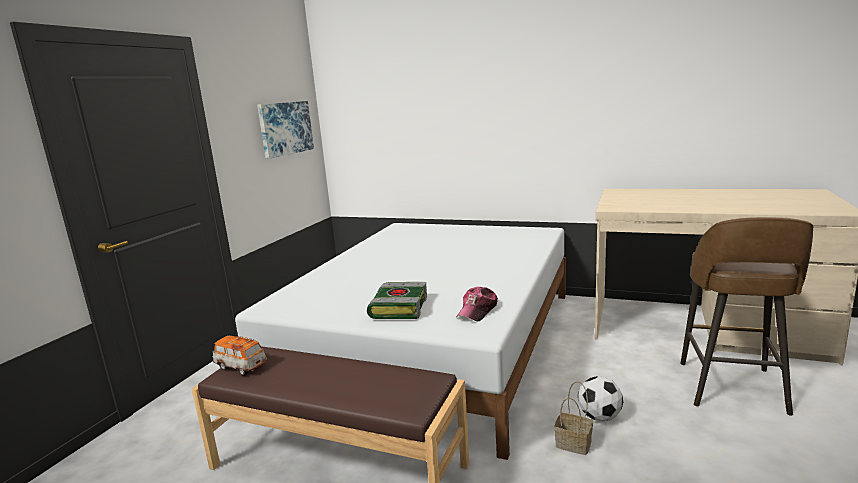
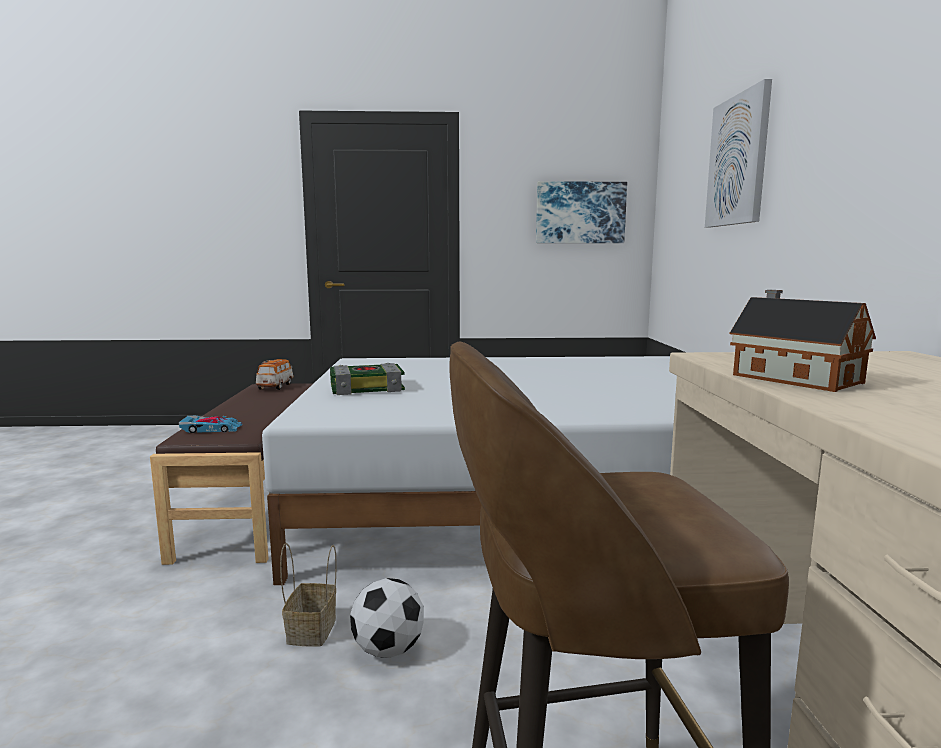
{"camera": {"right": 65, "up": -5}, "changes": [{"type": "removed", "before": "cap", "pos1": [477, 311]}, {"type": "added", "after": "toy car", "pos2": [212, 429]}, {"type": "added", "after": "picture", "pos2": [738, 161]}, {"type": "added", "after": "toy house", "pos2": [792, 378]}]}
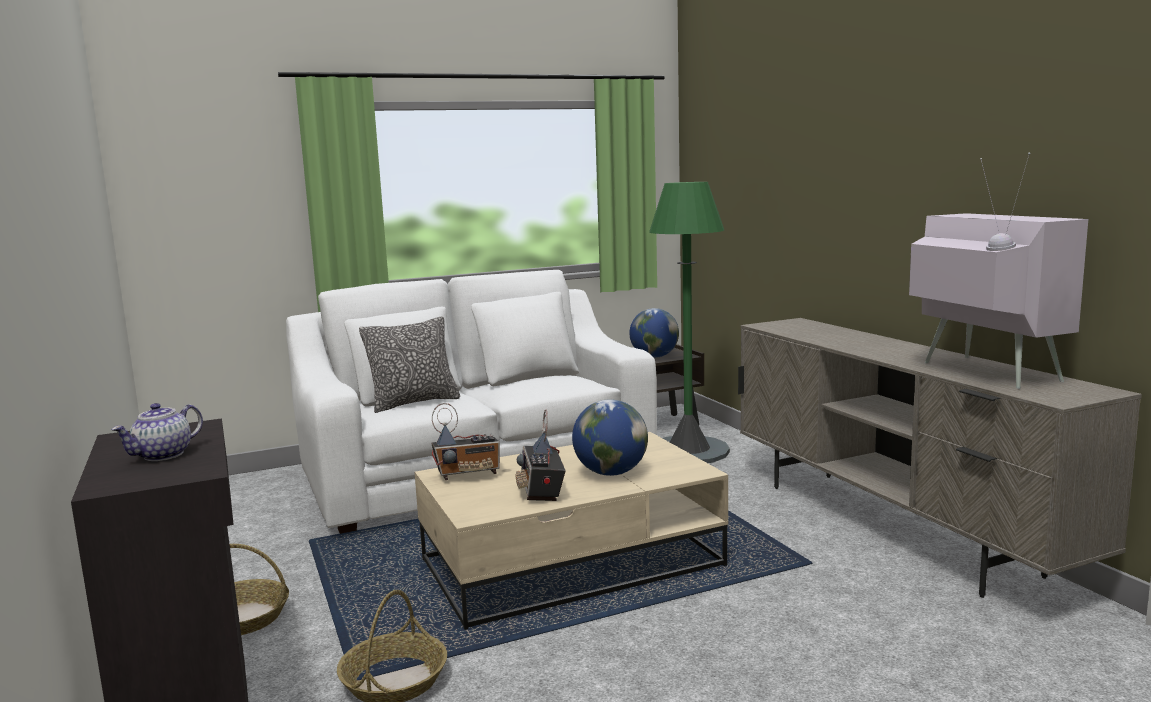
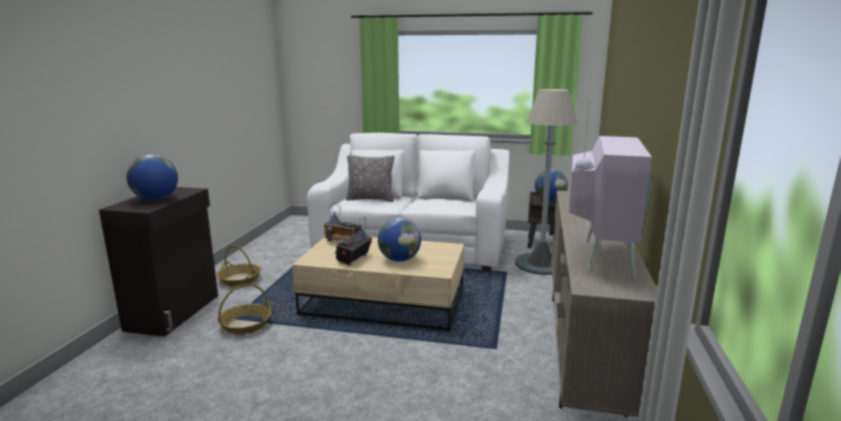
{"camera": {"right": 35, "up": 5}, "changes": [{"type": "replaced", "before": "teapot", "after": "globe", "pos1": [163, 455], "pos2": [156, 199]}, {"type": "recoloured", "before": "green floor lamp", "after": "grey floor lamp", "pos1": [688, 451], "pos2": [541, 264]}]}
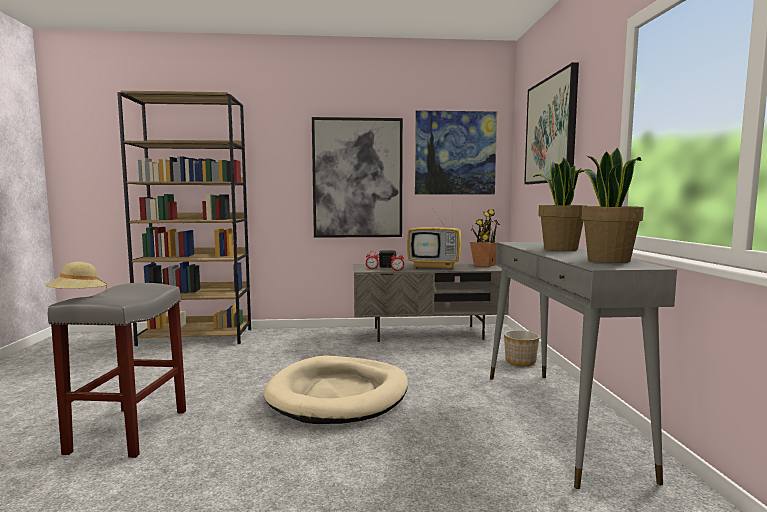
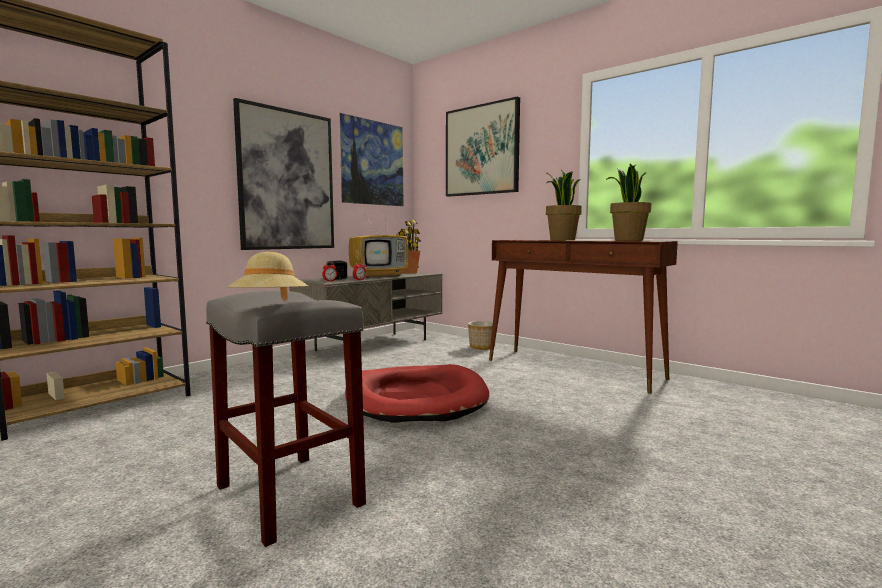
{"camera": {"right": -45, "up": 0}, "changes": [{"type": "recoloured", "before": "beige dog bed", "after": "red dog bed", "pos1": [339, 394], "pos2": [416, 399]}, {"type": "recoloured", "before": "grey console table", "after": "brown console table", "pos1": [557, 420], "pos2": [573, 369]}]}
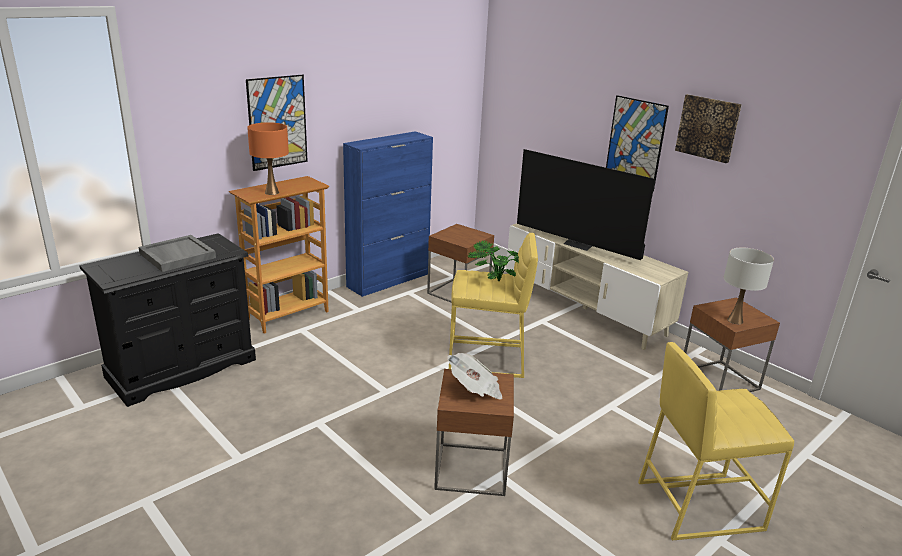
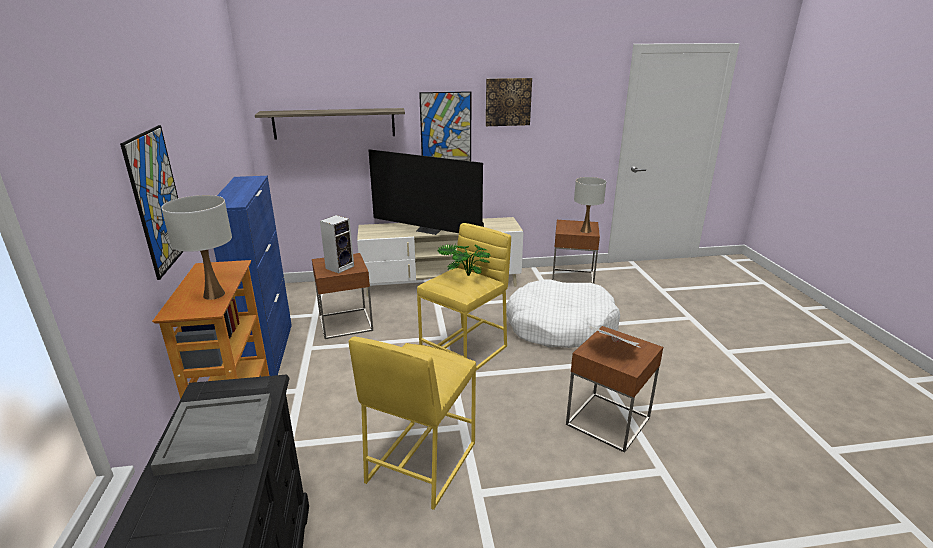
{"camera": {"right": -55, "up": 0}, "changes": [{"type": "added", "after": "shelf", "pos2": [334, 123]}, {"type": "added", "after": "speaker", "pos2": [340, 267]}, {"type": "added", "after": "white dog bed", "pos2": [560, 326]}, {"type": "moved", "before": "yellow stool", "pos1": [698, 504], "pos2": [420, 462]}, {"type": "recoloured", "before": "orange table lamp", "after": "white table lamp", "pos1": [272, 192], "pos2": [214, 294]}, {"type": "turned", "before": "television", "pos1": [579, 244], "pos2": [430, 230], "turn": 45}]}
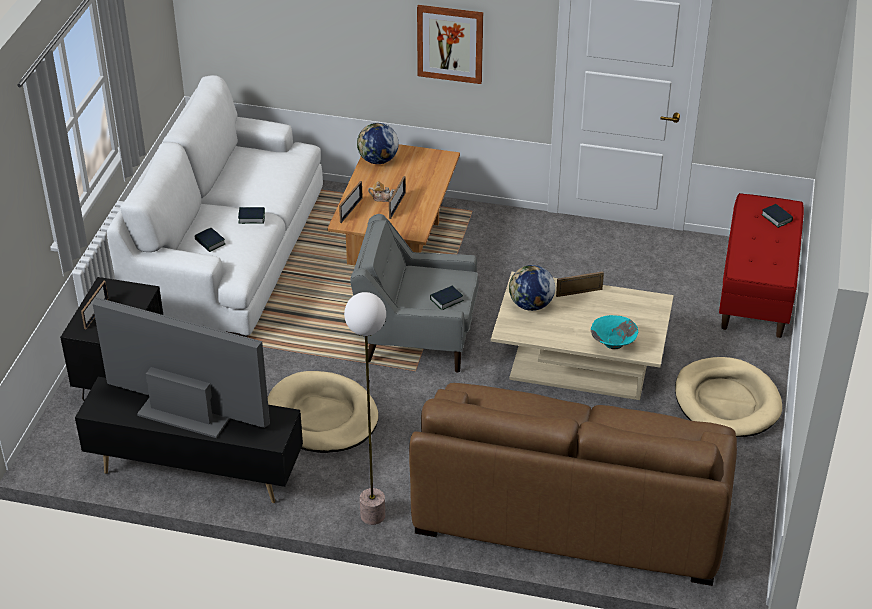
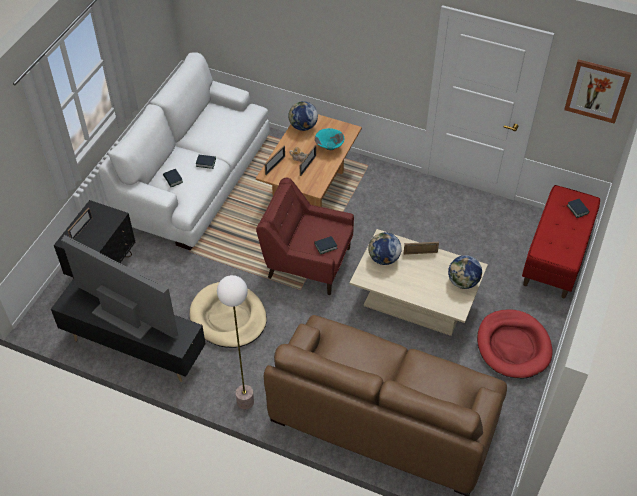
{"camera": {"right": 10, "up": 10}, "changes": [{"type": "added", "after": "globe", "pos2": [463, 282]}, {"type": "moved", "before": "picture", "pos1": [450, 43], "pos2": [597, 90]}, {"type": "moved", "before": "turquoise bowl", "pos1": [613, 344], "pos2": [329, 147]}, {"type": "recoloured", "before": "grey armchair", "after": "red armchair", "pos1": [417, 337], "pos2": [307, 262]}, {"type": "recoloured", "before": "beige dog bed", "after": "red dog bed", "pos1": [726, 401], "pos2": [513, 346]}]}
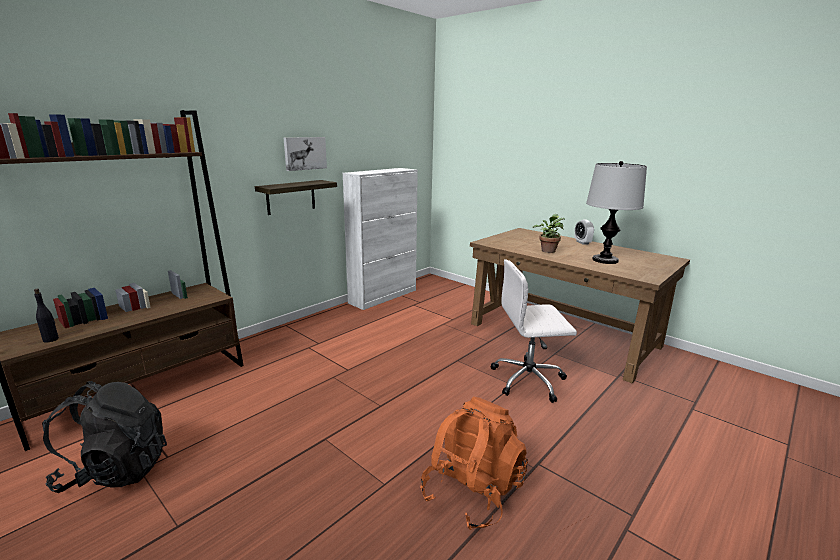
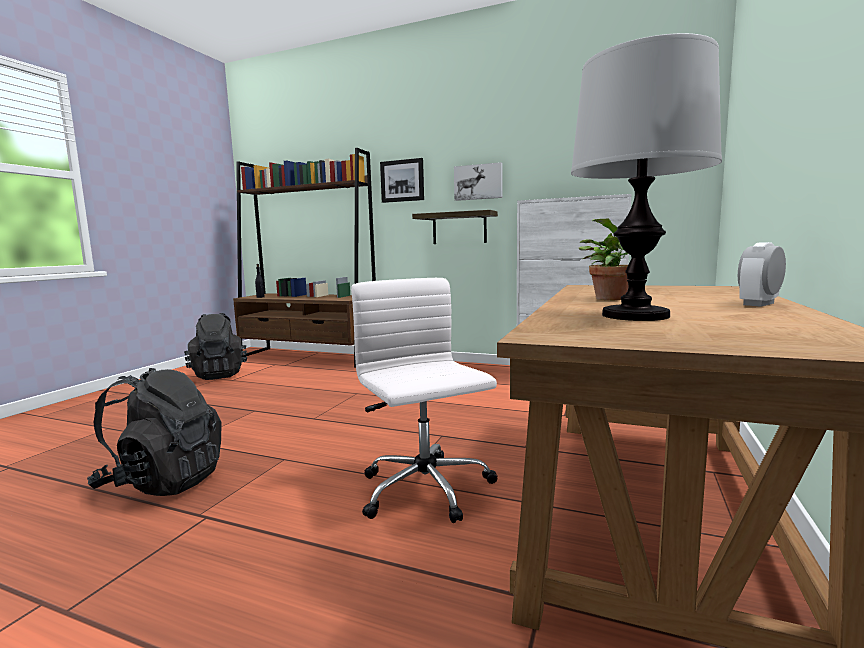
{"camera": {"right": 70, "up": -10}, "changes": [{"type": "added", "after": "picture", "pos2": [402, 181]}, {"type": "recoloured", "before": "orange backpack", "after": "black backpack", "pos1": [472, 492], "pos2": [163, 482]}]}
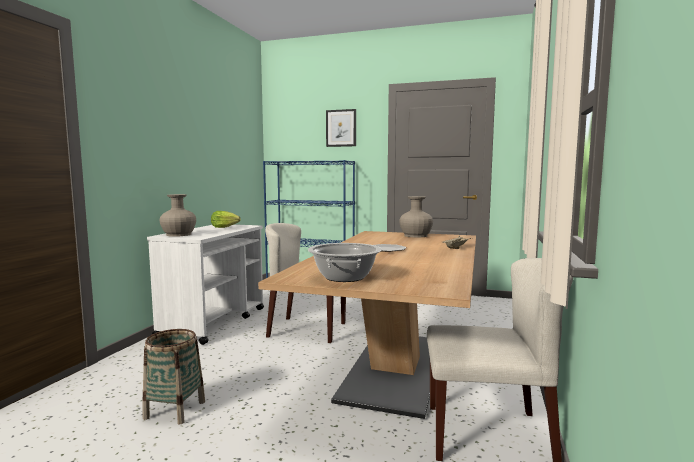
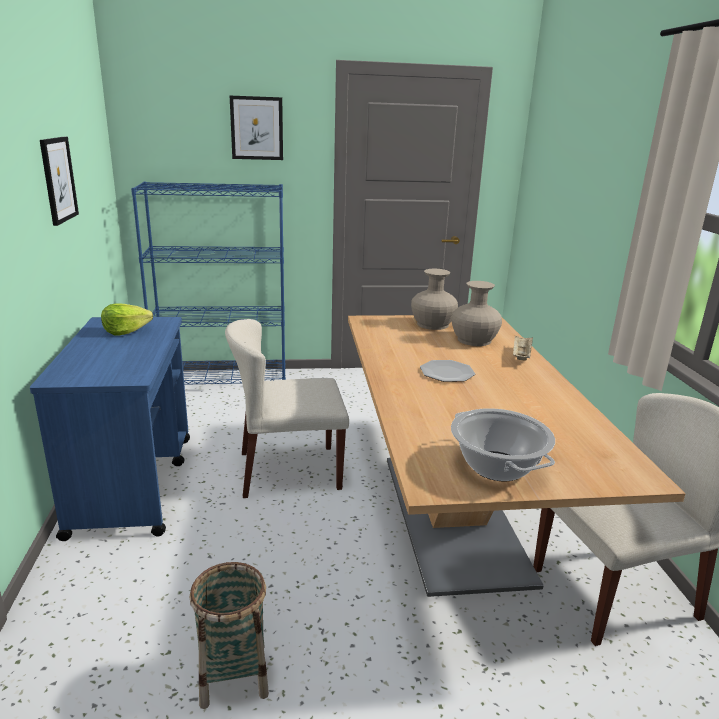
{"camera": {"right": -25, "up": 15}, "changes": [{"type": "added", "after": "picture", "pos2": [58, 179]}, {"type": "moved", "before": "beige vase", "pos1": [179, 234], "pos2": [474, 340]}, {"type": "recoloured", "before": "white cart", "after": "blue cart", "pos1": [214, 322], "pos2": [133, 483]}]}
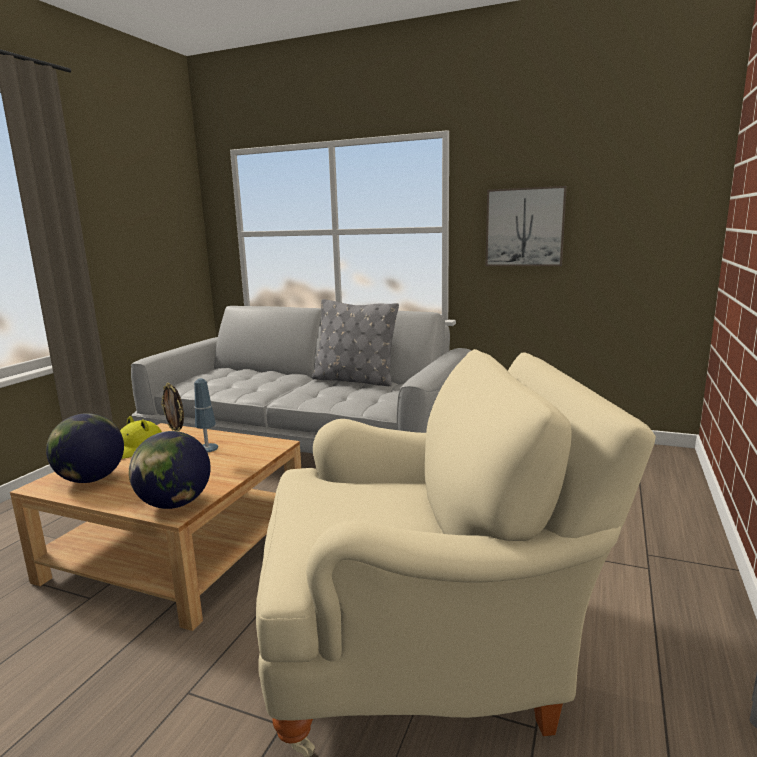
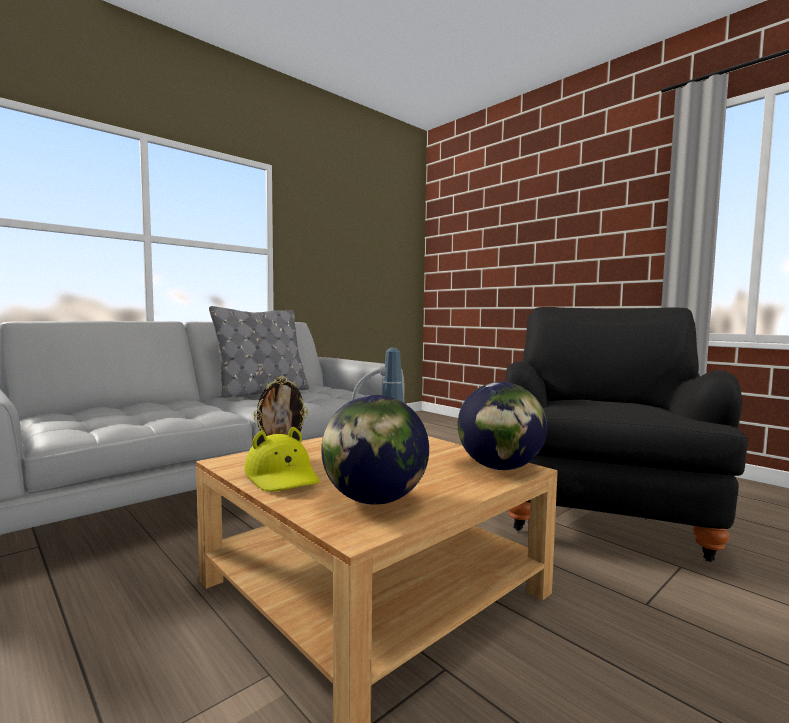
{"camera": {"right": -65, "up": -10}, "changes": [{"type": "removed", "before": "picture", "pos1": [524, 227]}, {"type": "recoloured", "before": "beige armchair", "after": "black armchair", "pos1": [426, 650], "pos2": [601, 509]}]}
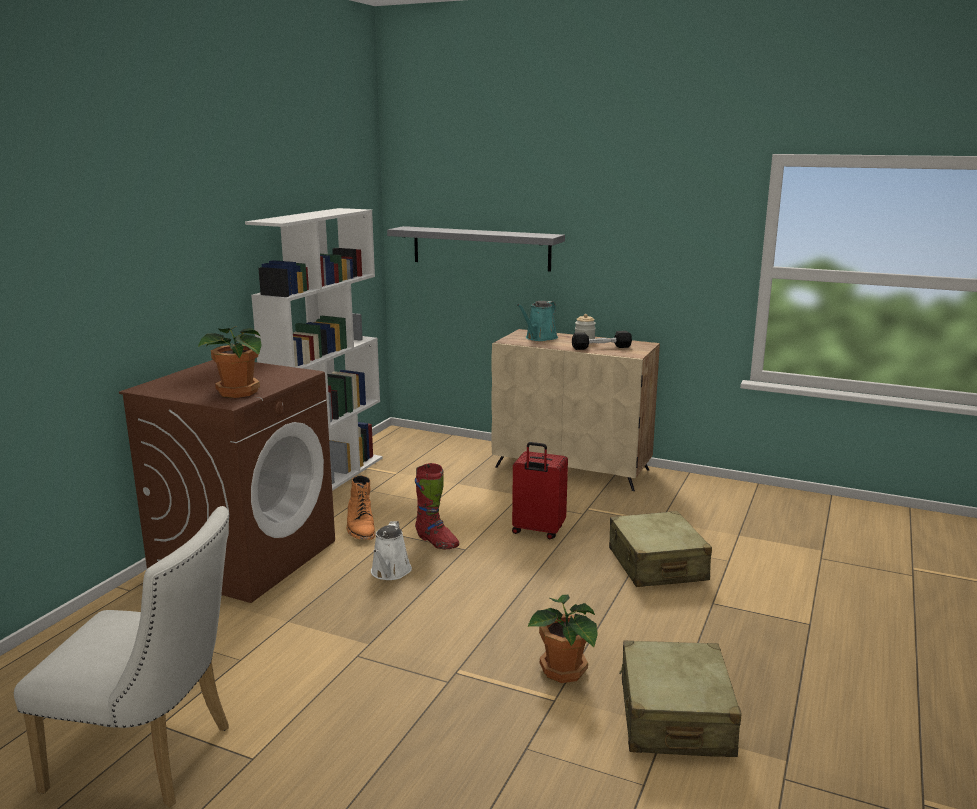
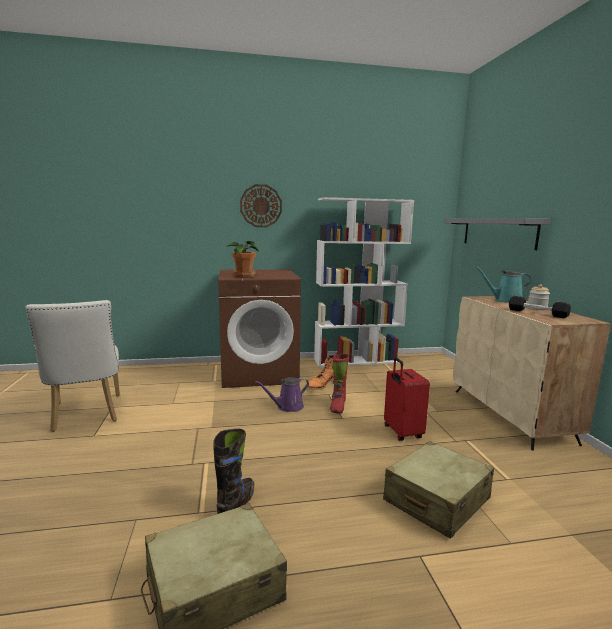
{"camera": {"right": 55, "up": -5}, "changes": [{"type": "added", "after": "wall clock", "pos2": [261, 206]}, {"type": "replaced", "before": "potted plant", "after": "black boot", "pos1": [563, 671], "pos2": [236, 504]}, {"type": "recoloured", "before": "white watering can", "after": "purple watering can", "pos1": [390, 572], "pos2": [287, 407]}]}
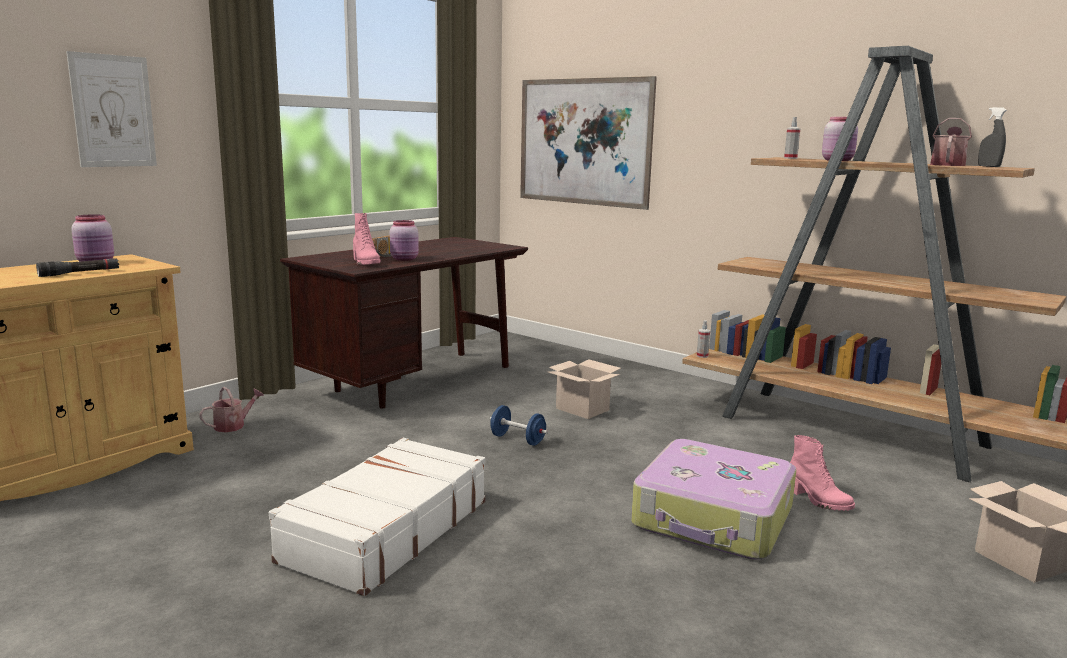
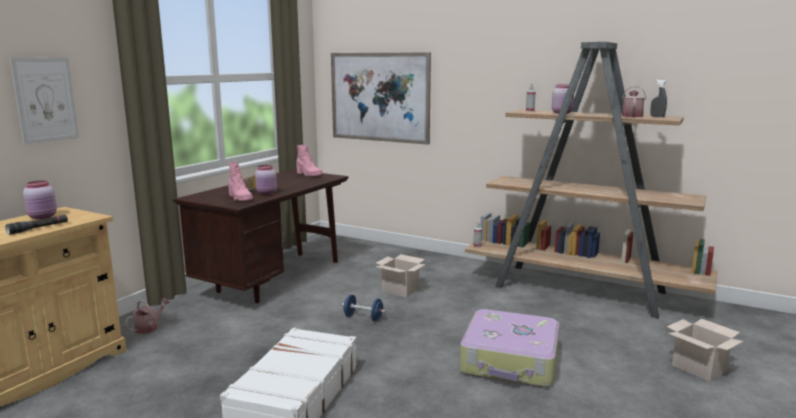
{"camera": {"right": -10, "up": 0}, "changes": [{"type": "moved", "before": "pink boot", "pos1": [818, 500], "pos2": [309, 174]}]}
